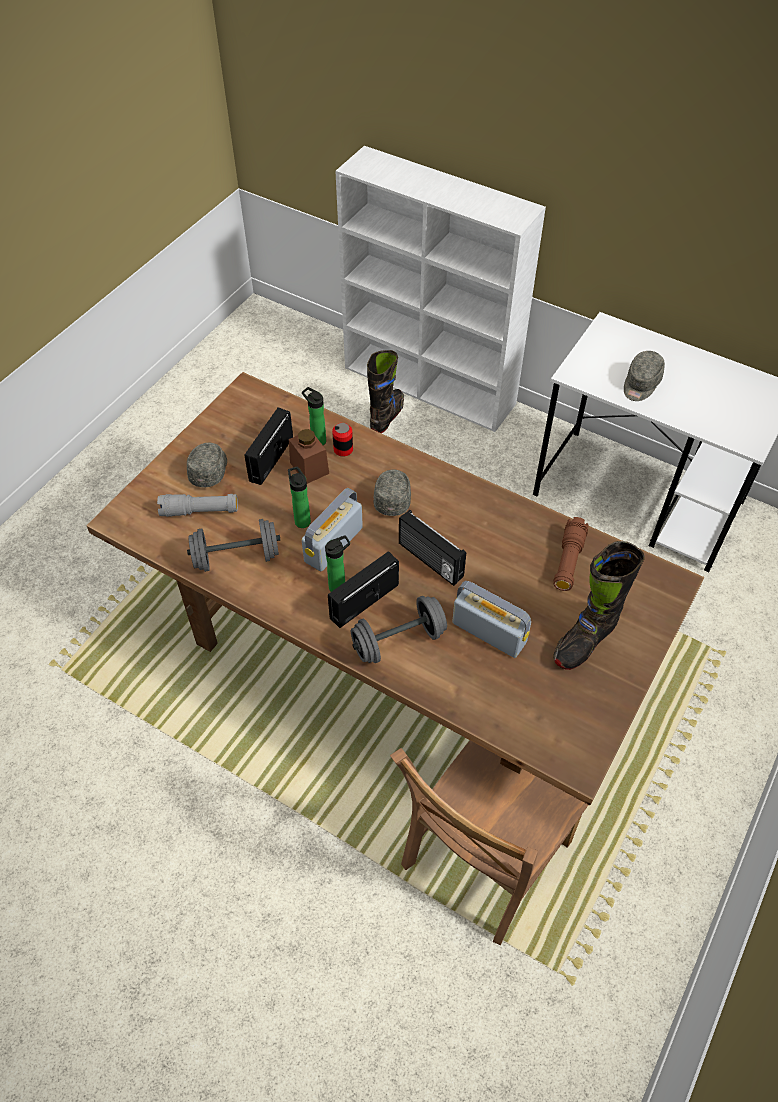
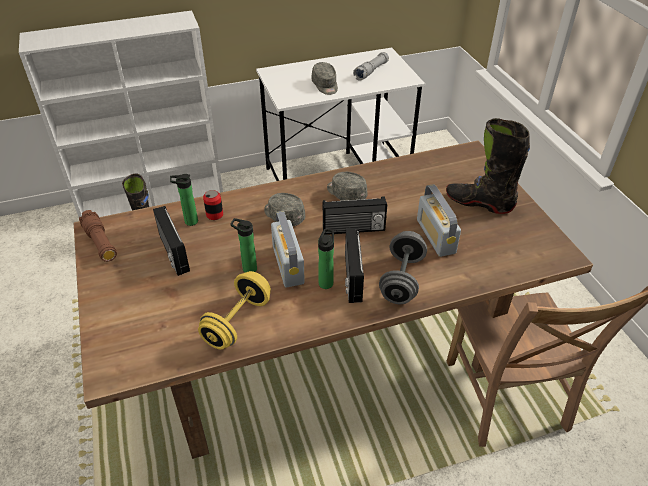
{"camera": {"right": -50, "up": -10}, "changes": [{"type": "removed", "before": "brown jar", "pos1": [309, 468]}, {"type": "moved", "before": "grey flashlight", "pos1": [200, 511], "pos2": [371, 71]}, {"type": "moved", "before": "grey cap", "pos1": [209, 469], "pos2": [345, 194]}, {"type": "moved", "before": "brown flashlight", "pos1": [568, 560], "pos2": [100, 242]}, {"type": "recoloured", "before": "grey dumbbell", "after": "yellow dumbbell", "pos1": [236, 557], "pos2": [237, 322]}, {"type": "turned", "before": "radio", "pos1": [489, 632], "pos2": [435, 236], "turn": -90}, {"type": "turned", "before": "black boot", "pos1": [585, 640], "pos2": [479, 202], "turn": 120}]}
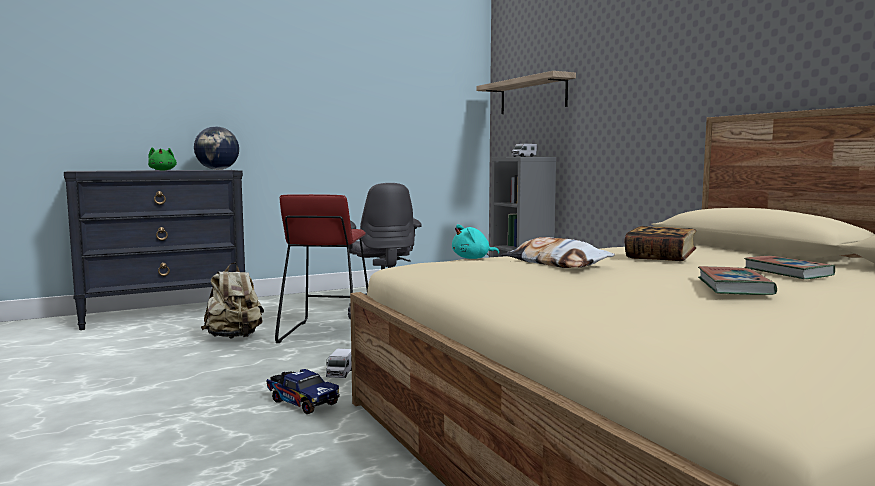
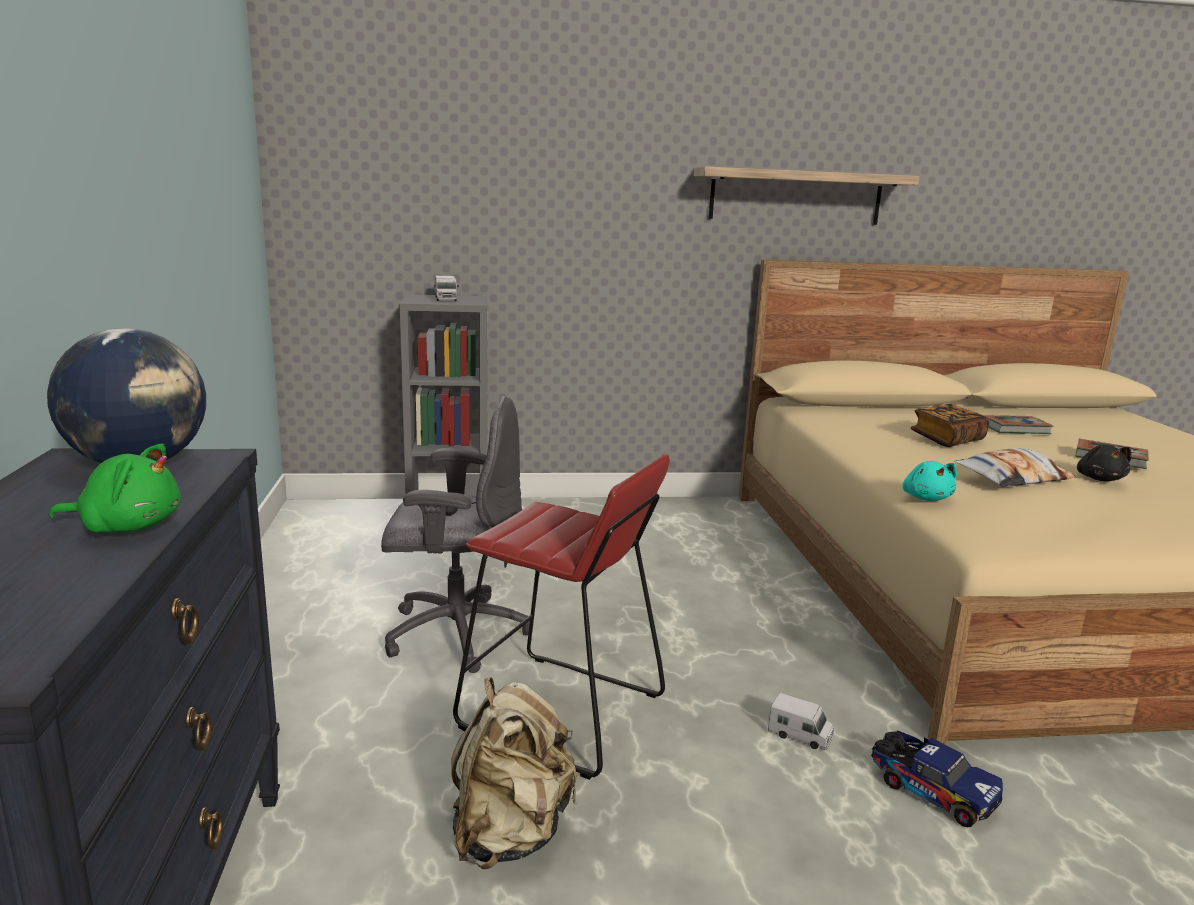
{"camera": {"right": -70, "up": 10}, "changes": [{"type": "added", "after": "black plush toy", "pos2": [1099, 479]}, {"type": "moved", "before": "shelf", "pos1": [532, 95], "pos2": [795, 196]}, {"type": "turned", "before": "toy truck", "pos1": [301, 402], "pos2": [930, 790], "turn": 75}]}
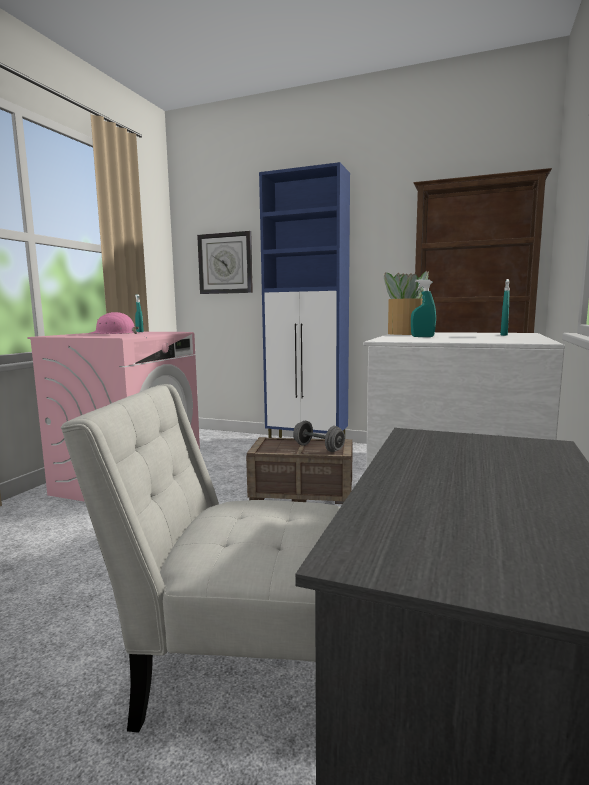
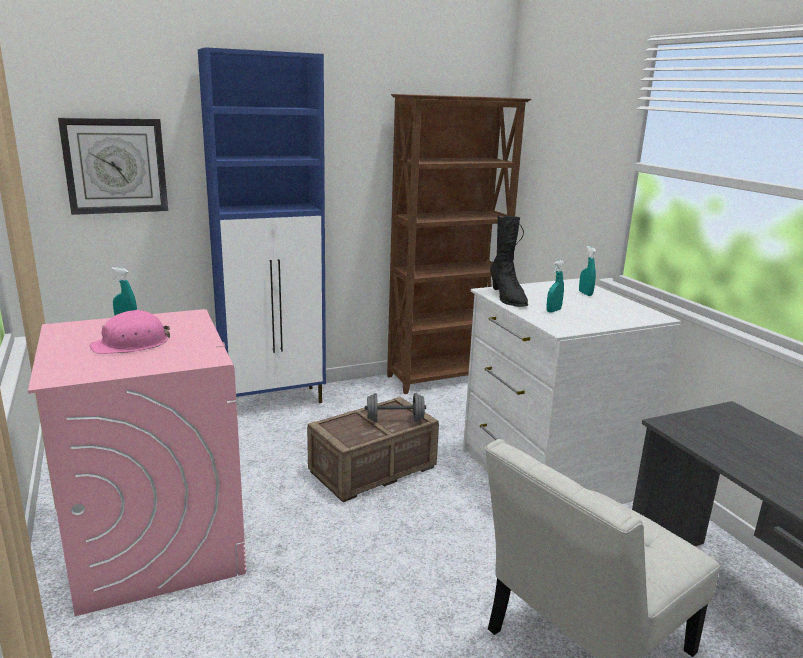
{"camera": {"right": -45, "up": 10}, "changes": [{"type": "replaced", "before": "potted plant", "after": "black boot", "pos1": [405, 333], "pos2": [507, 298]}]}
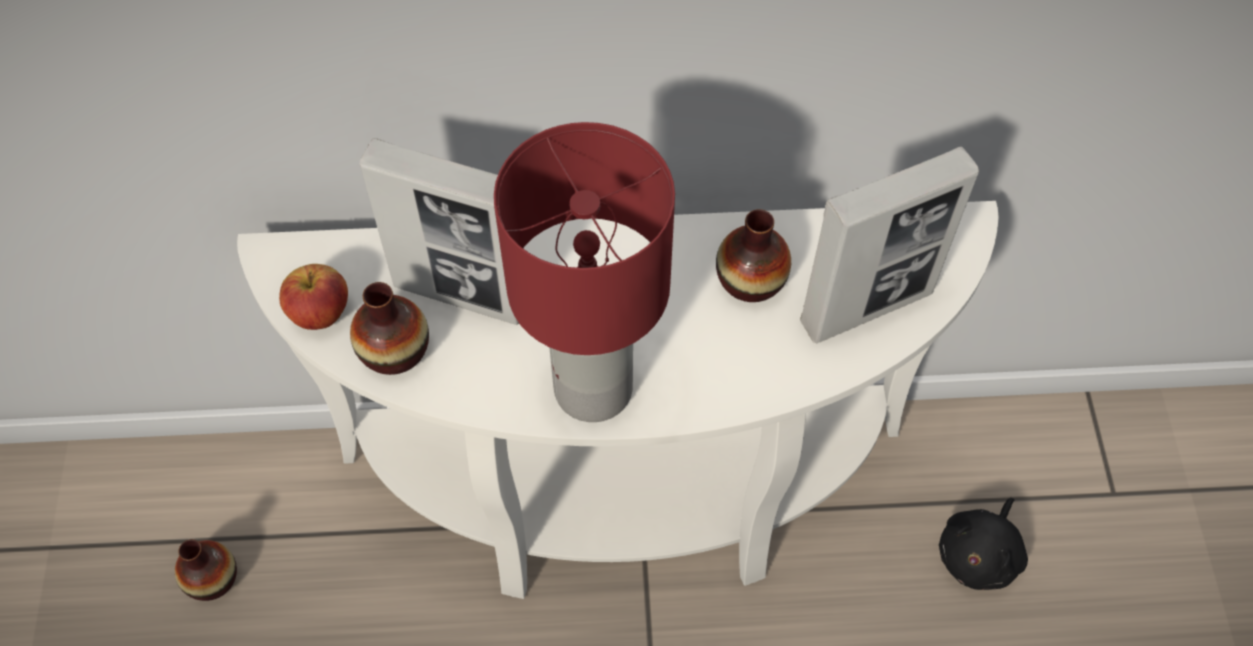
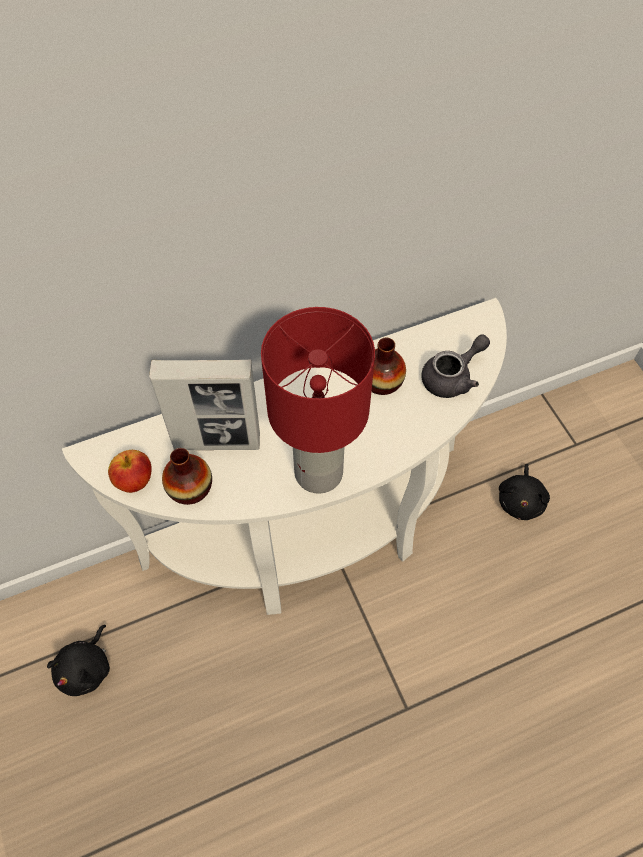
{"camera": {"right": -20, "up": 0}, "changes": [{"type": "replaced", "before": "vase", "after": "black plush toy", "pos1": [212, 578], "pos2": [87, 668]}, {"type": "replaced", "before": "picture frame", "after": "grey teapot", "pos1": [866, 307], "pos2": [452, 377]}]}
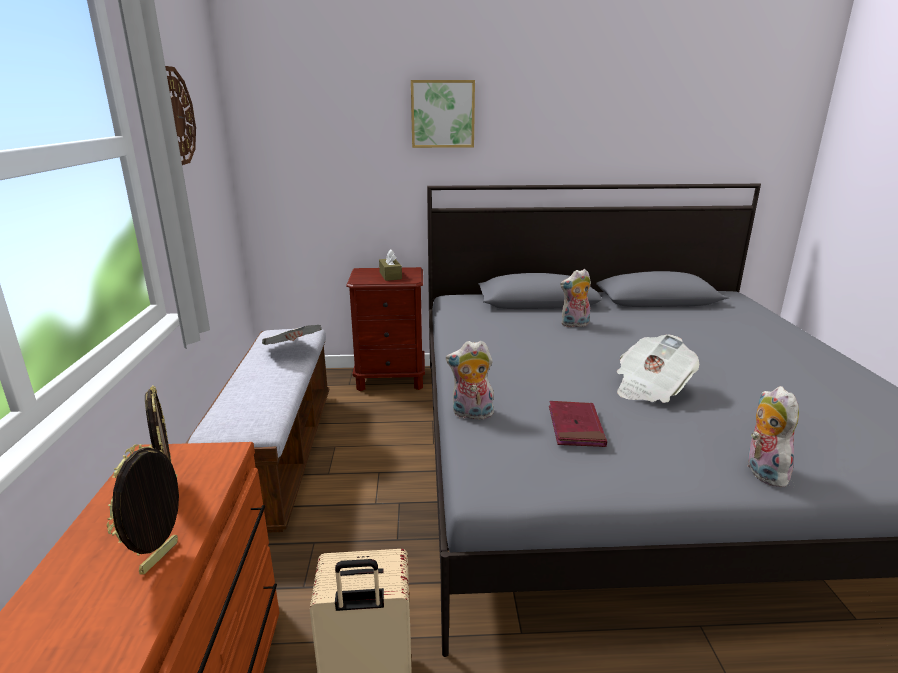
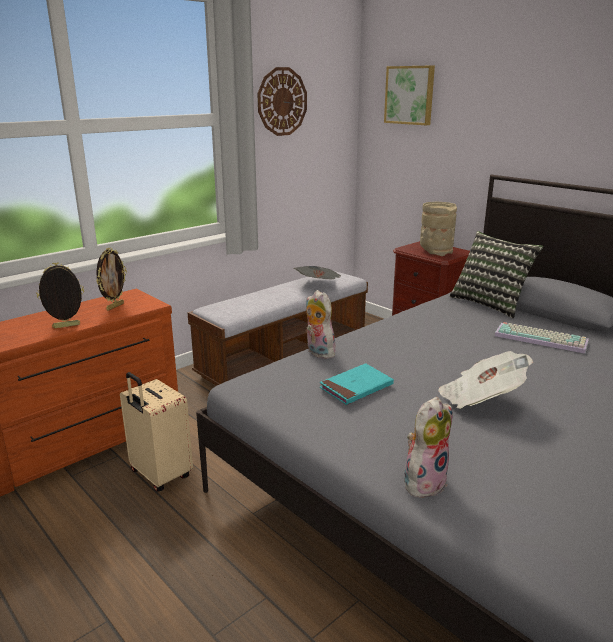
{"camera": {"right": 50, "up": 0}, "changes": [{"type": "added", "after": "pillow", "pos2": [490, 303]}, {"type": "moved", "before": "picture", "pos1": [442, 114], "pos2": [410, 95]}, {"type": "replaced", "before": "brown tissue box", "after": "beige vase", "pos1": [390, 275], "pos2": [435, 251]}, {"type": "replaced", "before": "plush toy", "after": "keyboard", "pos1": [574, 325], "pos2": [542, 338]}, {"type": "recoloured", "before": "red book", "after": "turquoise book", "pos1": [575, 427], "pos2": [356, 387]}]}
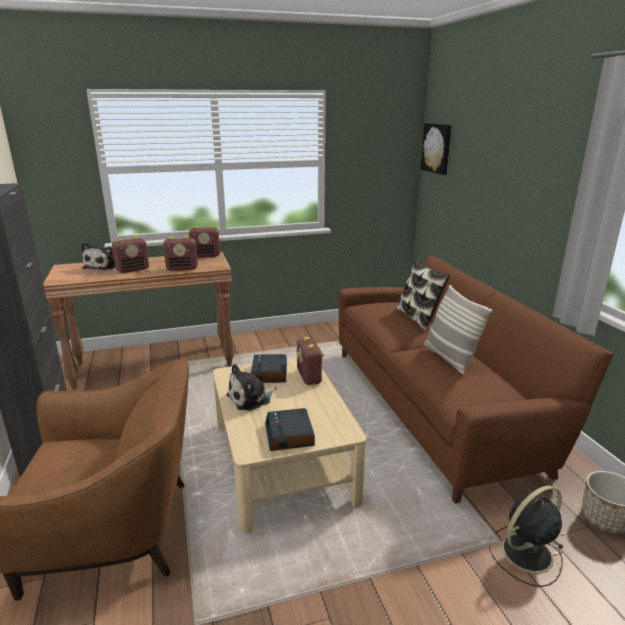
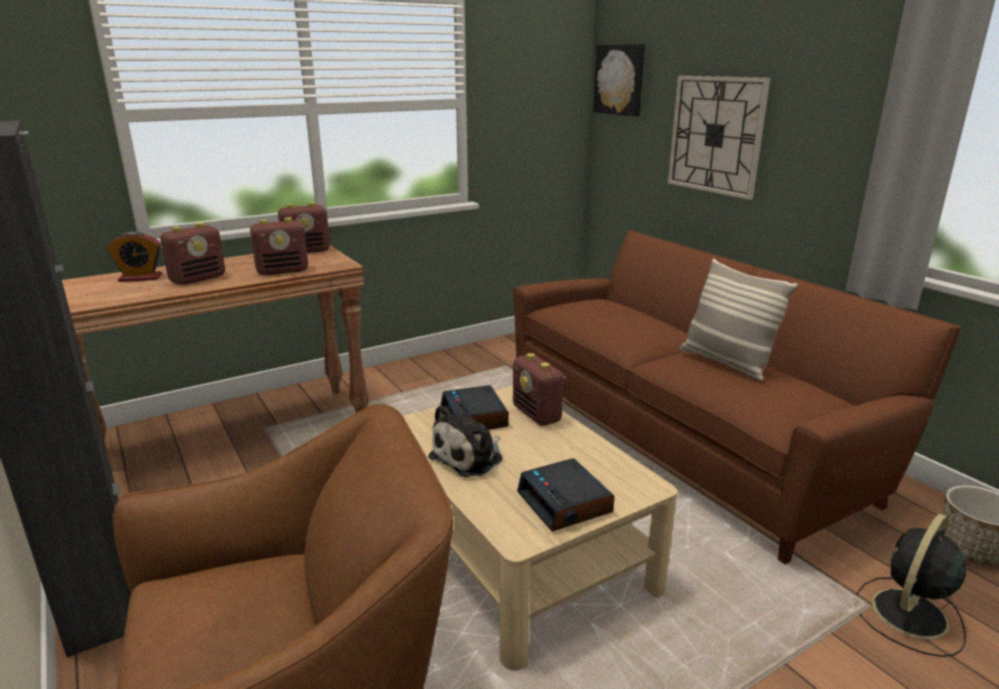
{"camera": {"right": -15, "up": 0}, "changes": [{"type": "removed", "before": "pillow", "pos1": [418, 318]}, {"type": "added", "after": "wall clock", "pos2": [716, 135]}, {"type": "replaced", "before": "plush toy", "after": "alarm clock", "pos1": [103, 266], "pos2": [140, 278]}]}
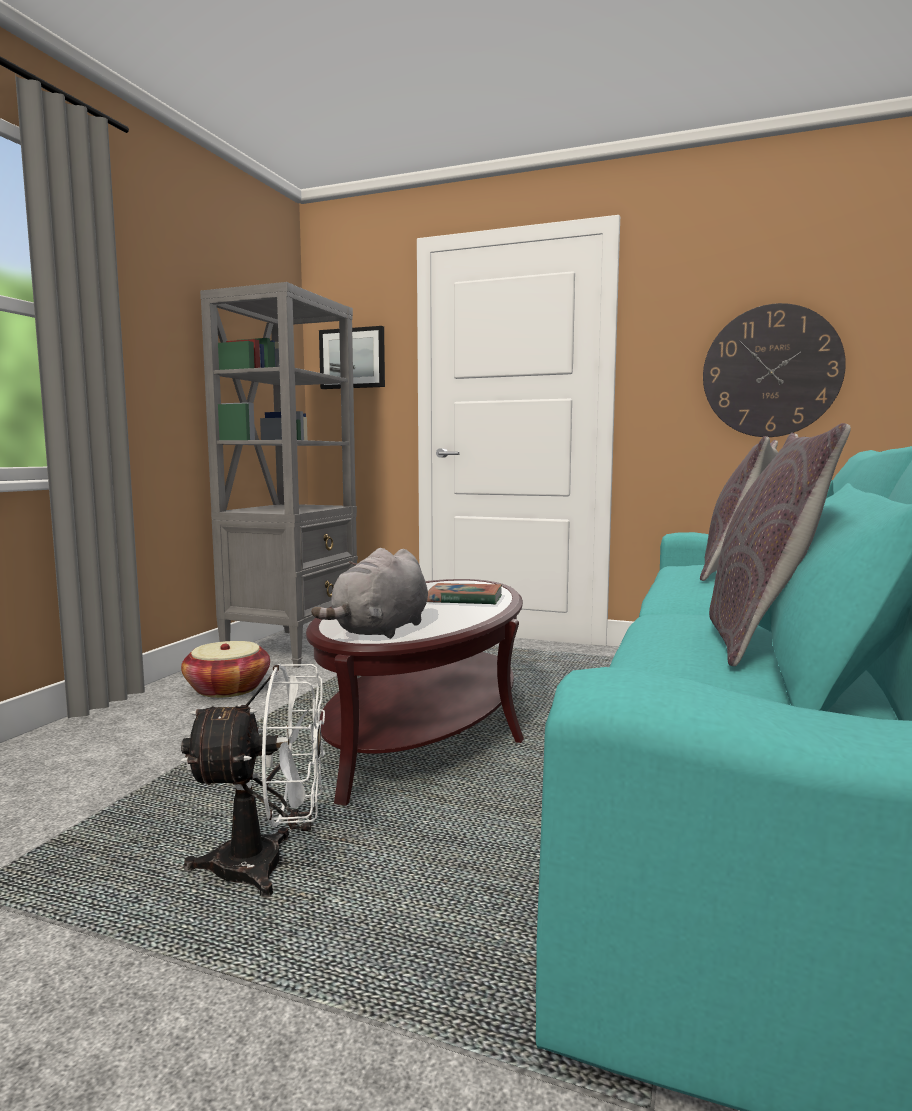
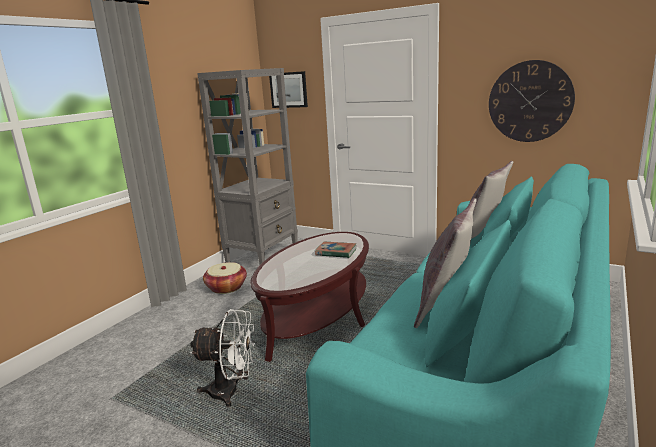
{"camera": {"right": 10, "up": 10}, "changes": [{"type": "removed", "before": "grey plush toy", "pos1": [380, 631]}]}
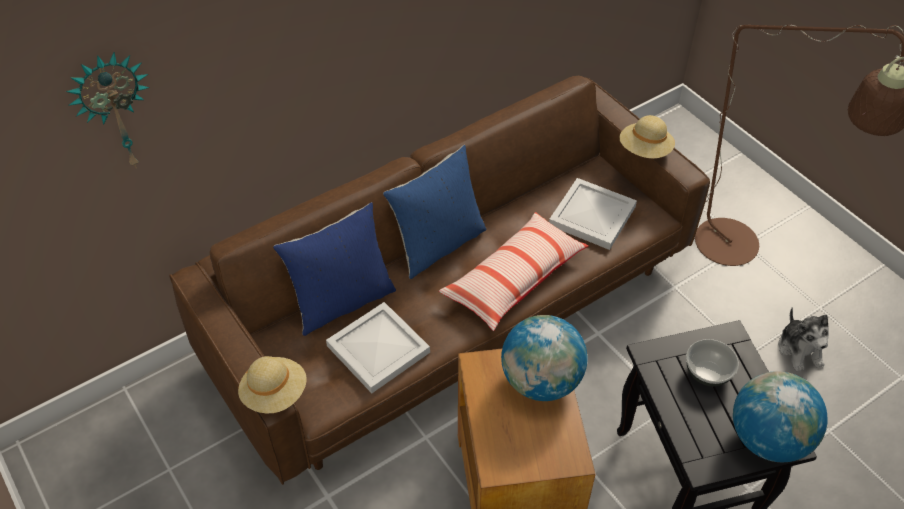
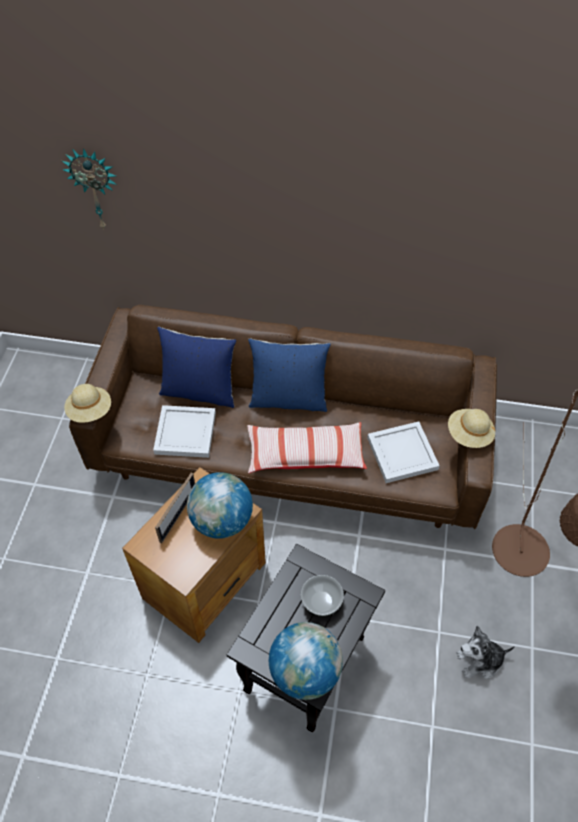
{"camera": {"right": 45, "up": 5}, "changes": [{"type": "added", "after": "picture frame", "pos2": [178, 515]}, {"type": "turned", "before": "plush toy", "pos1": [799, 350], "pos2": [480, 661], "turn": 45}]}
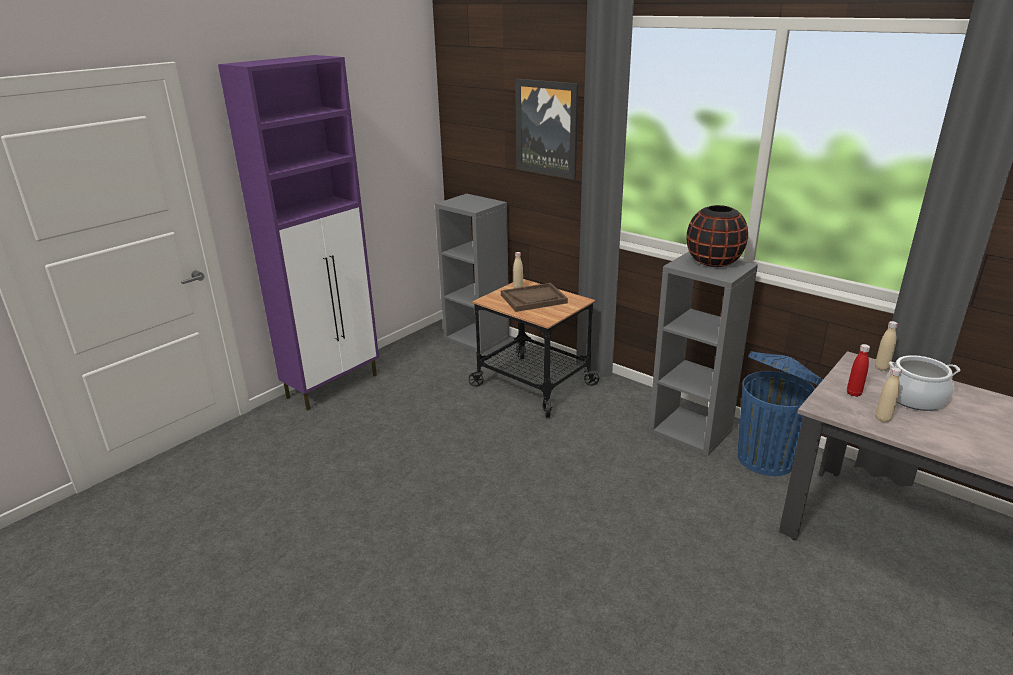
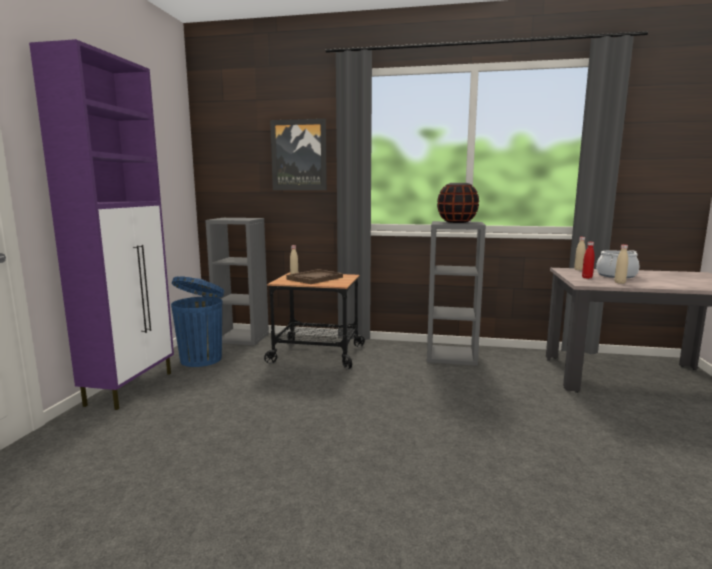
{"camera": {"right": -30, "up": -15}, "changes": [{"type": "moved", "before": "blue trash can", "pos1": [767, 458], "pos2": [202, 359]}]}
